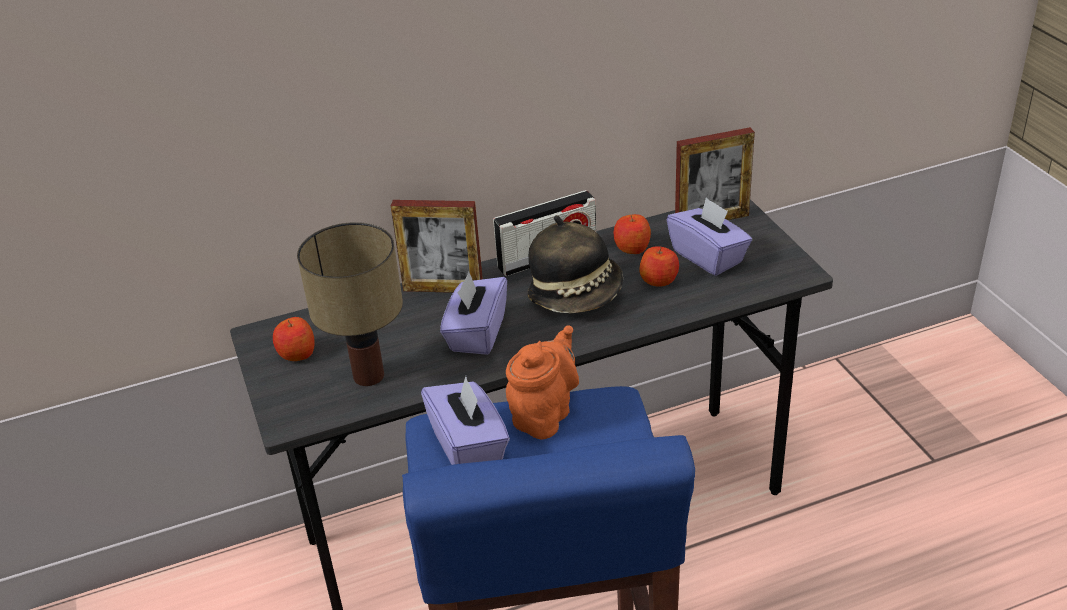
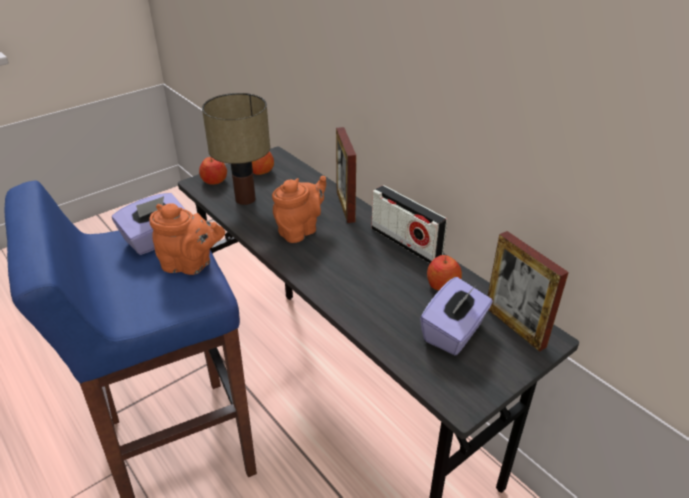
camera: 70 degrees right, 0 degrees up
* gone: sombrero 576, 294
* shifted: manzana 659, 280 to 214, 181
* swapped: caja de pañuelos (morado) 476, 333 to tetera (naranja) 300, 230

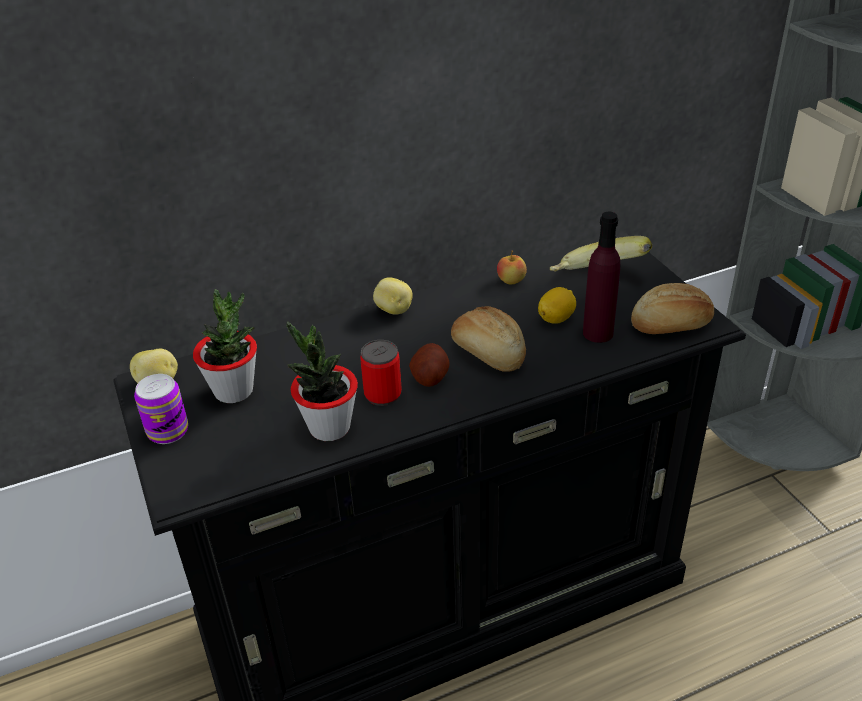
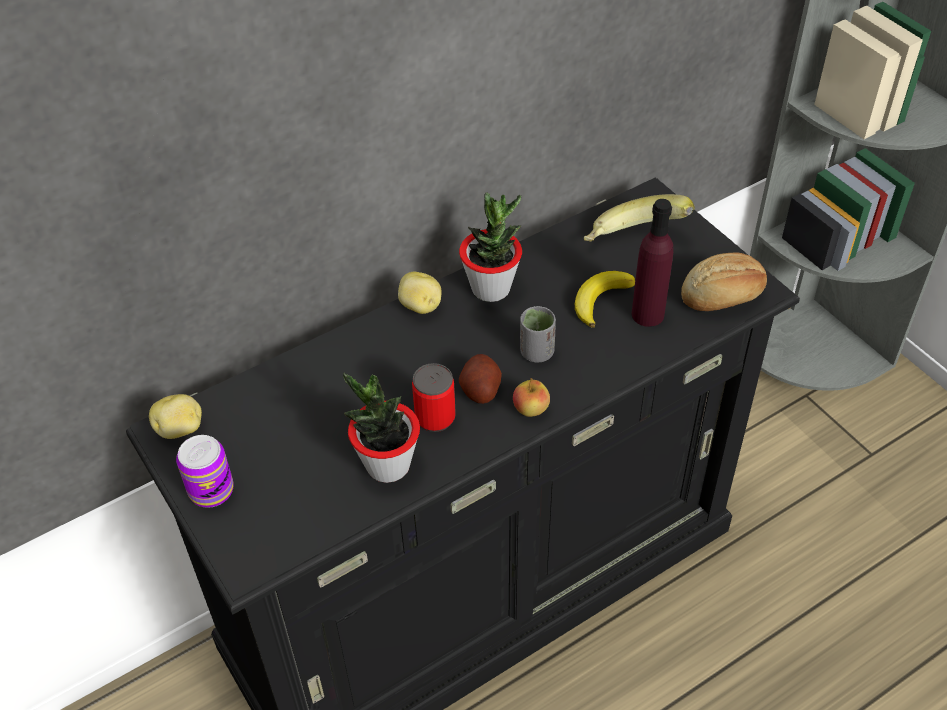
camera: 10 degrees left, 10 degrees up
* shifted: manzana 511, 281 to 530, 409
* swapped: limón 556, 318 to plátano 600, 299
* shifted: planta en maceta 234, 391 to 491, 288
* swapped: pan 488, 353 to taza (gris) 536, 352

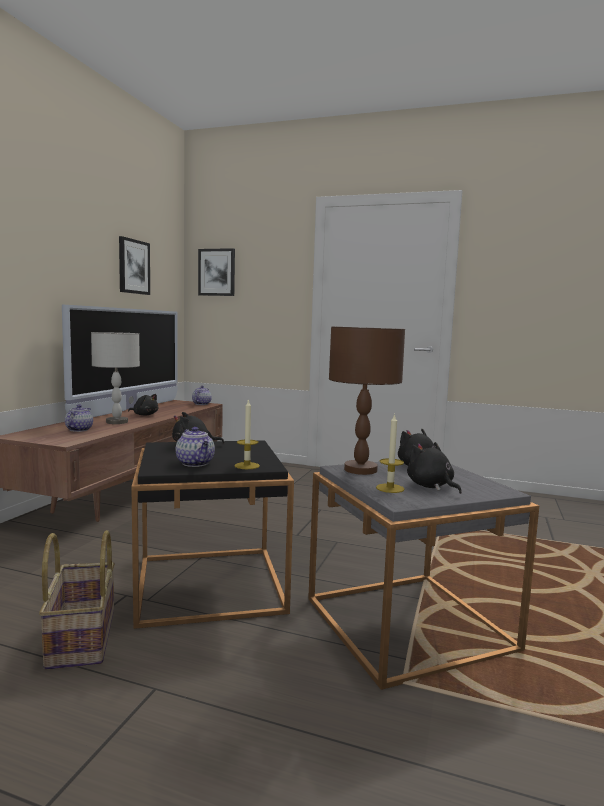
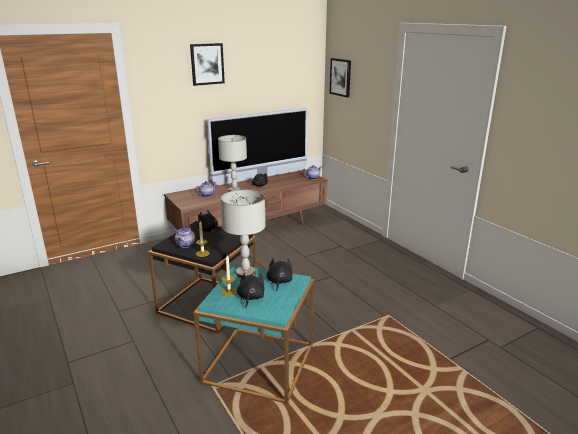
camera: 40 degrees right, 15 degrees up
* shifted: cuadro 133, 266 to 207, 64
* repainted: lámpara de mesa (marrón) 361, 470 to lámpara de mesa (gris) 246, 273
* repainted: mesa auxiliar (gris) 408, 623 to mesa auxiliar (turquesa) 259, 363
* gone: cesta 80, 638

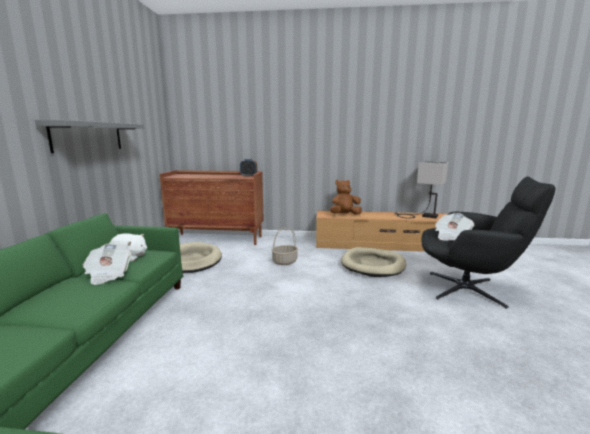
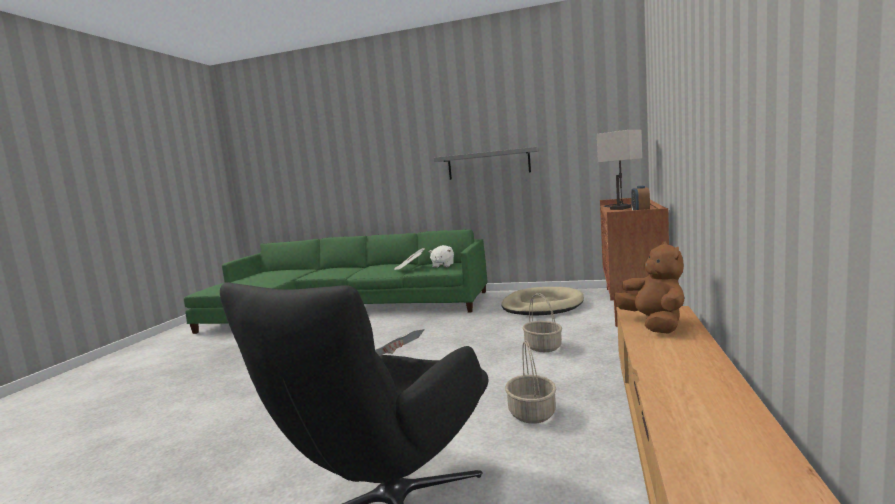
camera: 100 degrees right, 5 degrees down
* shifted: lámpara de mesa 419, 216 to 619, 207
* swapped: cama para perro (beis) 373, 265 to cesta 532, 413

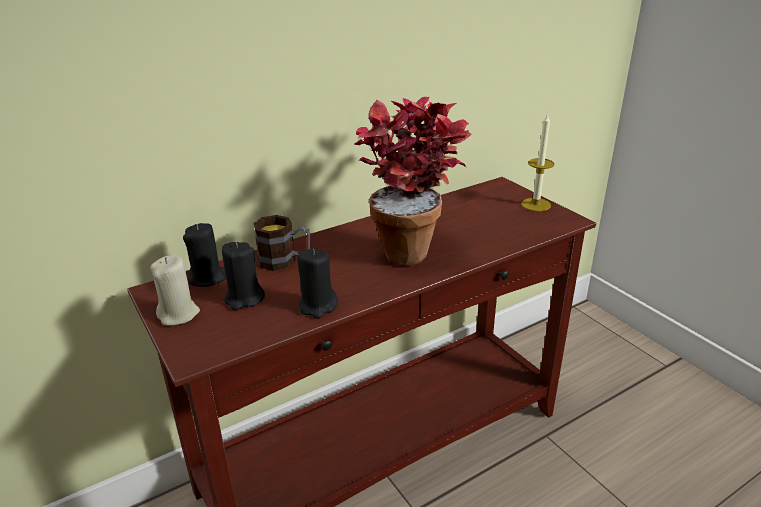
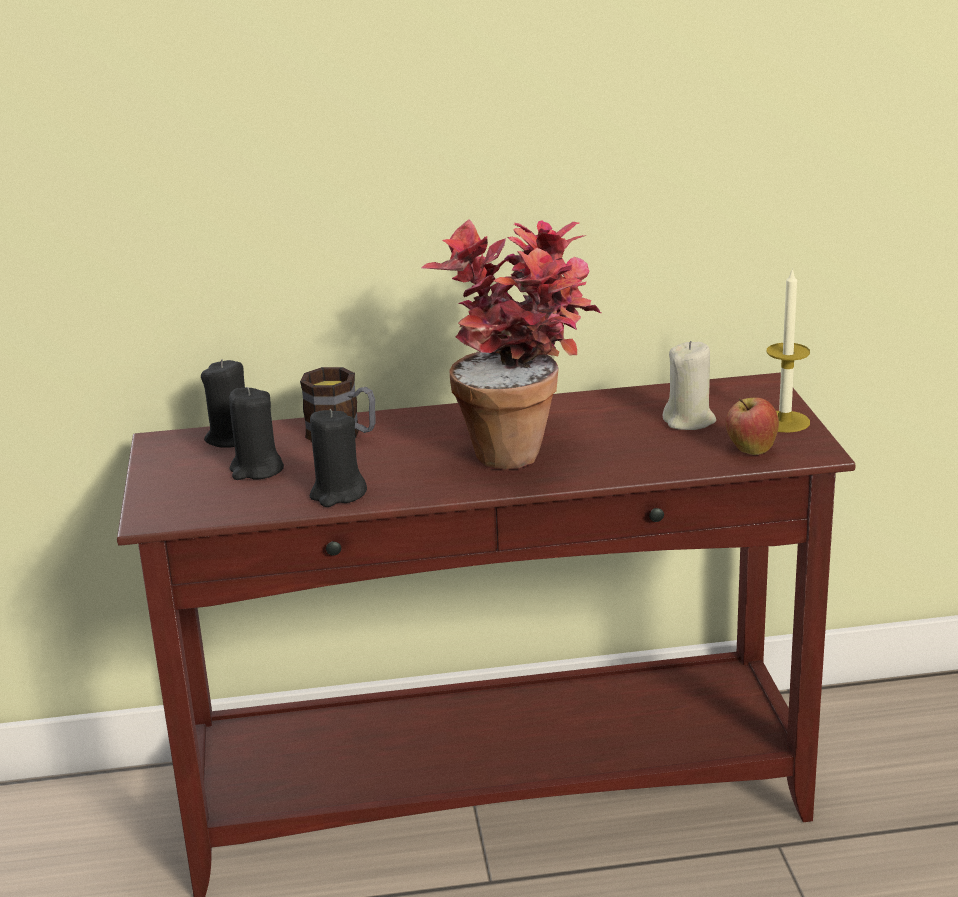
camera: 25 degrees right, 5 degrees down
* shifted: vela (beis) 179, 314 to 689, 421
* new: manzana 751, 450

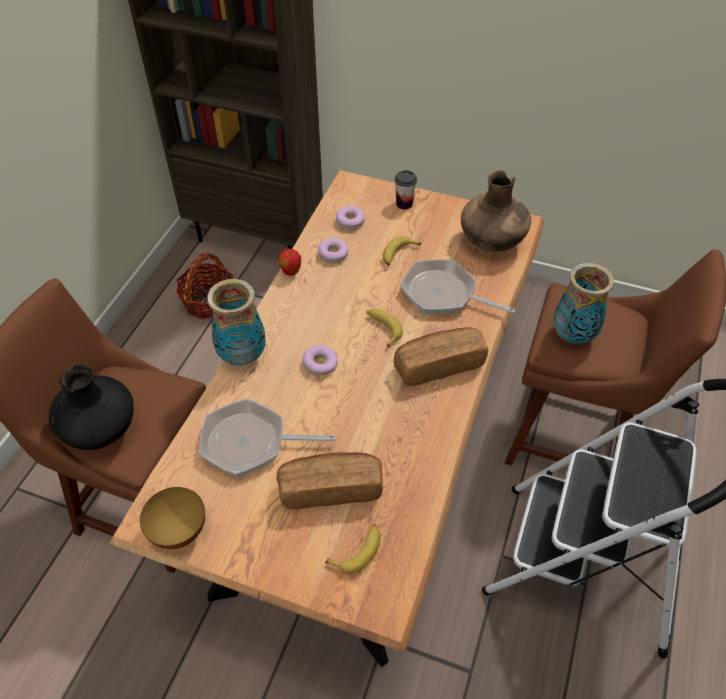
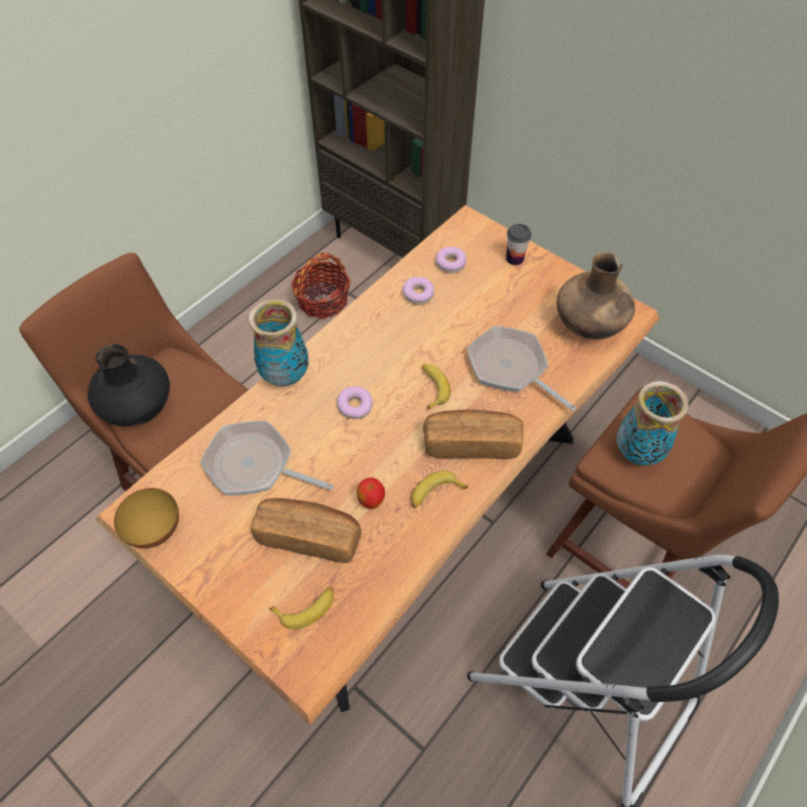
camera: 20 degrees right, 5 degrees up
* shifted: plátano 398, 254 to 435, 493
* shifted: manzana 291, 272 to 371, 502

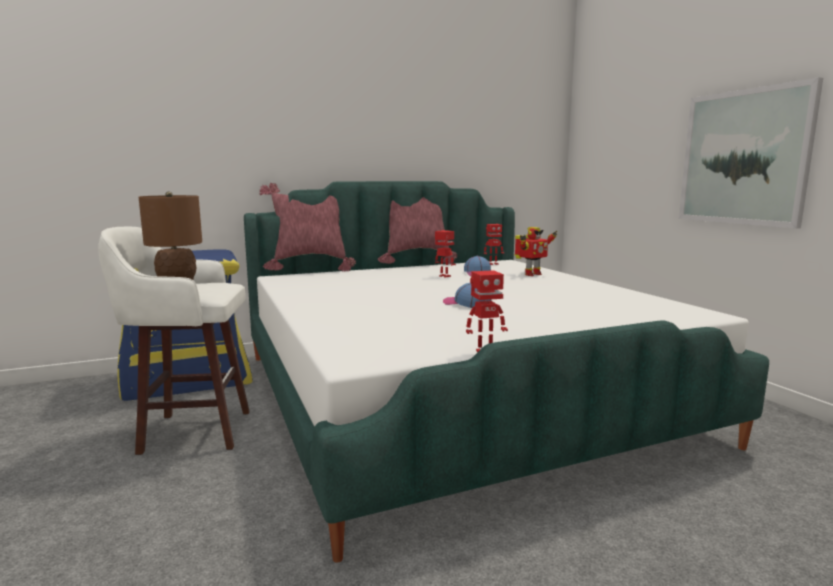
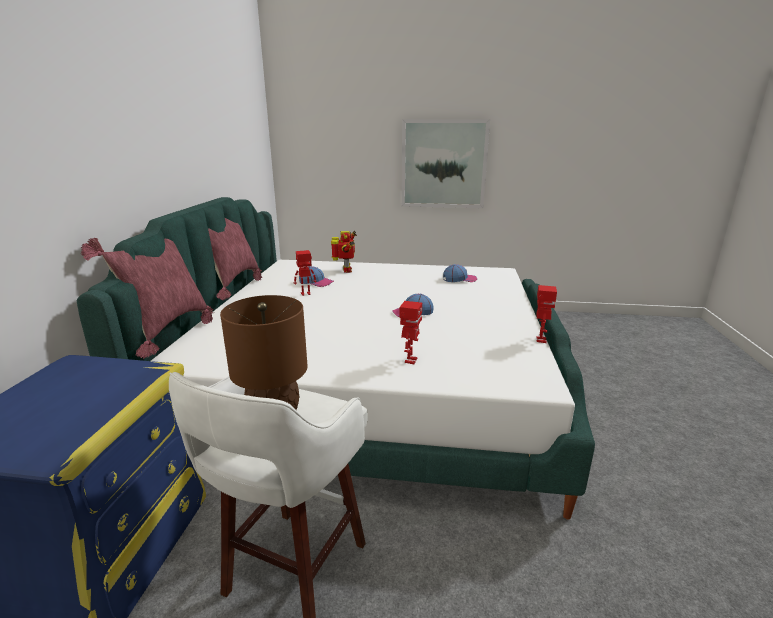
camera: 60 degrees left, 10 degrees up
* shifted: robot de juguete 493, 264 to 410, 360
* new: gorra 459, 279

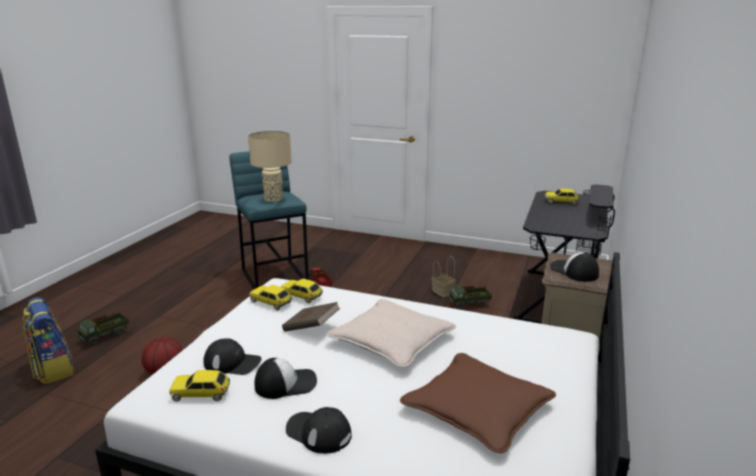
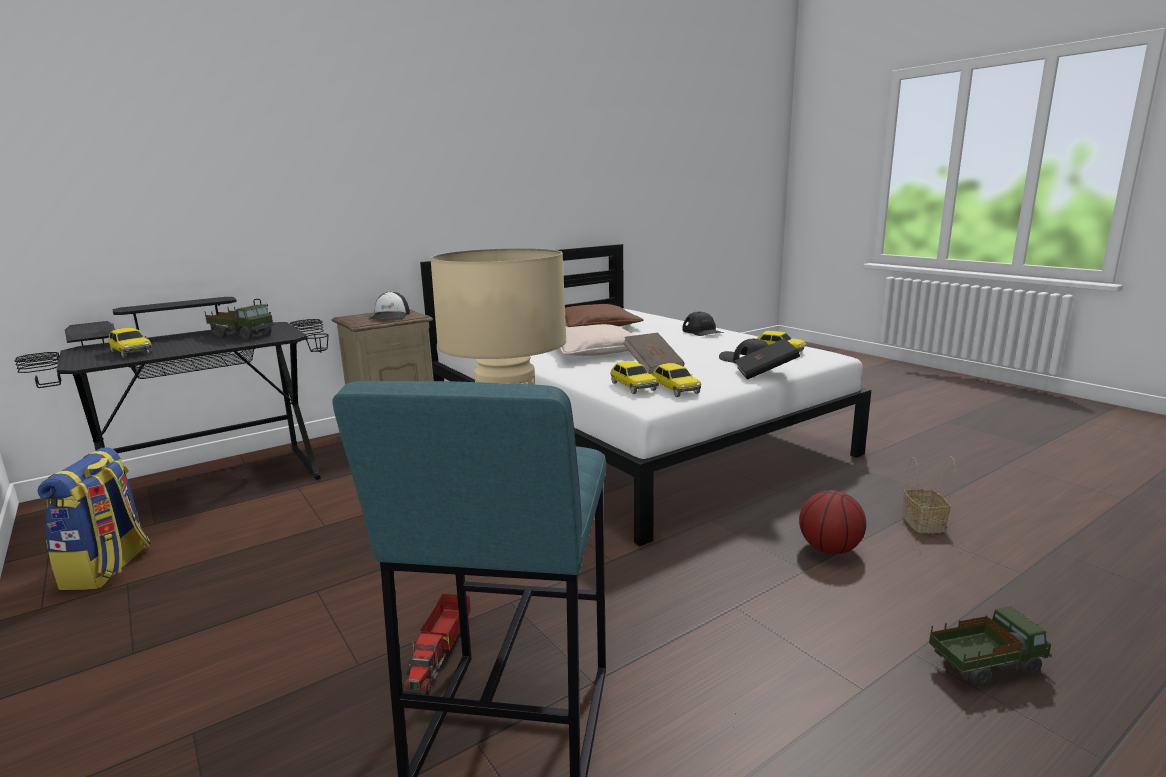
camera: 145 degrees left, 5 degrees down
* shifted: cesta 442, 292 to 924, 524
* shifted: camión de juguete 469, 304 to 243, 335
* shifted: mochila 53, 369 to 108, 568
* gone: gorra 286, 383
* new: libro (negro) 765, 373

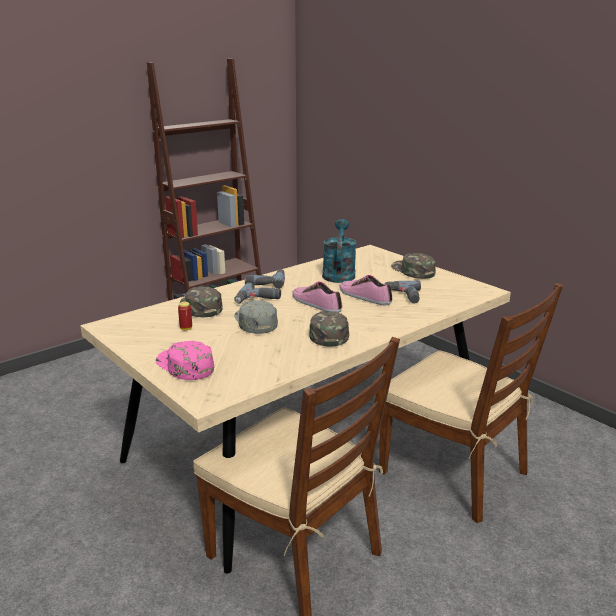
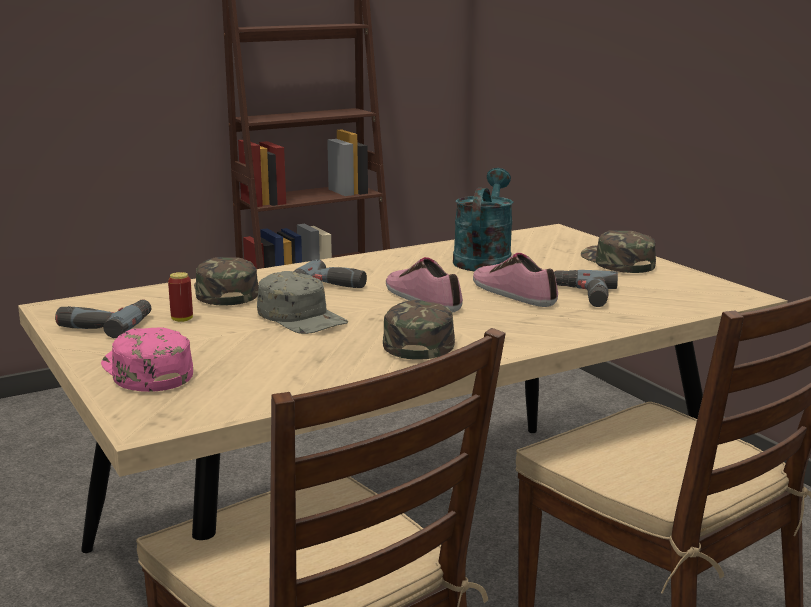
camera: 10 degrees right, 5 degrees down
* shifted: taladro 265, 282 to 104, 324
* rotated: gorra (gris) 254, 322 = 302, 317 150 degrees clockwise

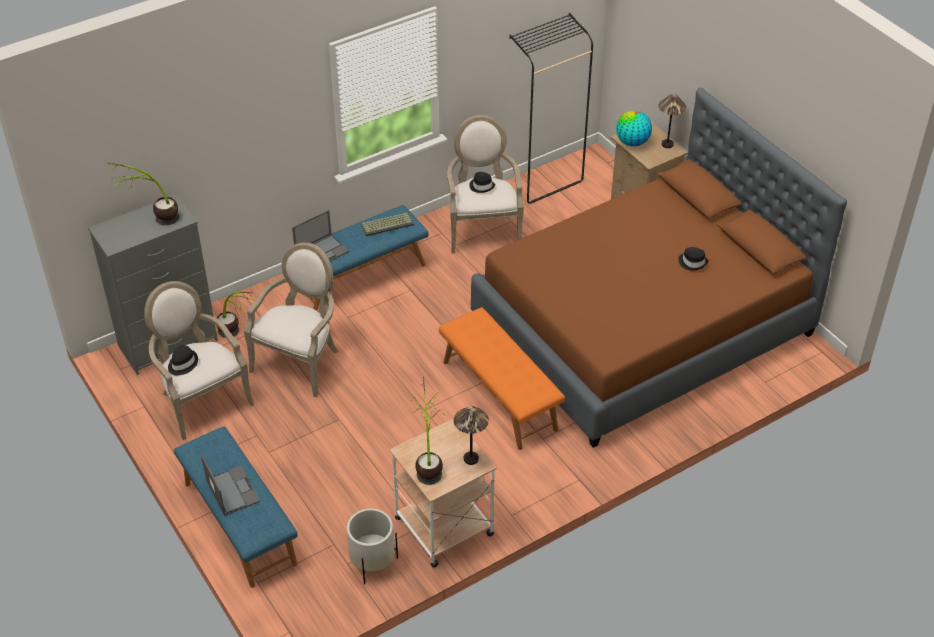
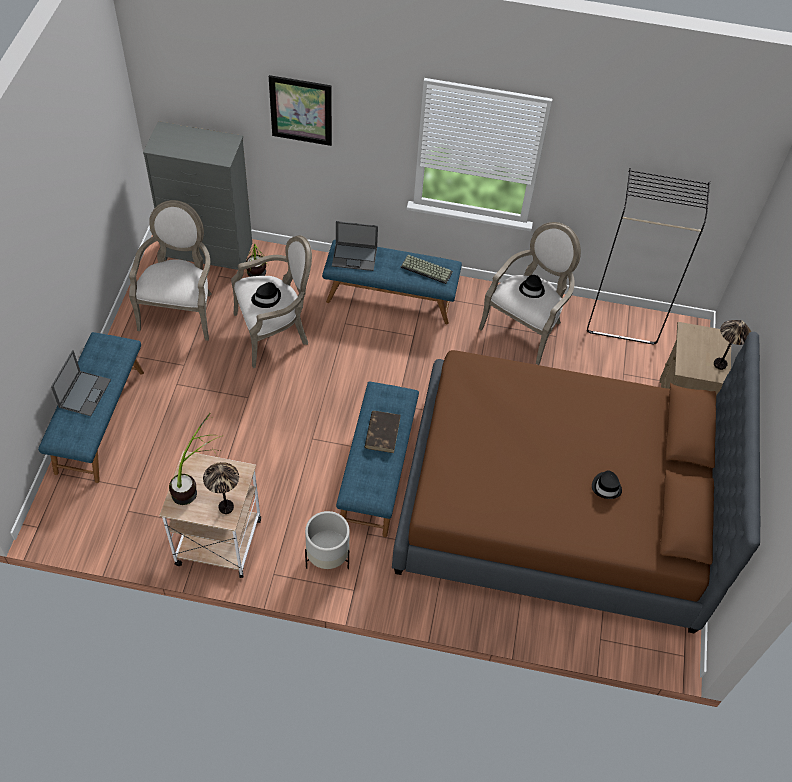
camera: 40 degrees right, 10 degrees up
* gone: globo terráqueo 632, 142
* gone: planta en maceta 152, 220
* repainted: banco (naranja) 500, 395 to banco (azul) 378, 472
* shifted: sombrero (negro) 182, 363 to 266, 298
* shifted: maceta (blanco) 372, 563 to 327, 557
* new: cuadro 301, 110
* new: libro (marrón) 382, 432

